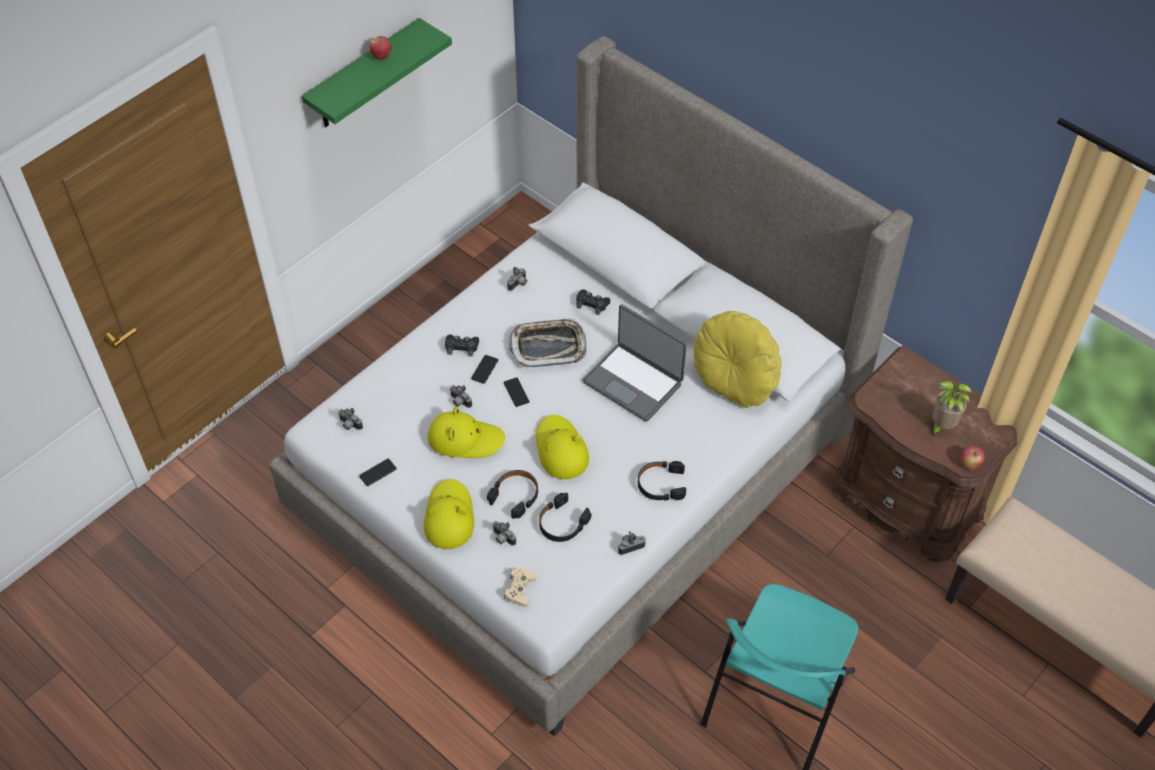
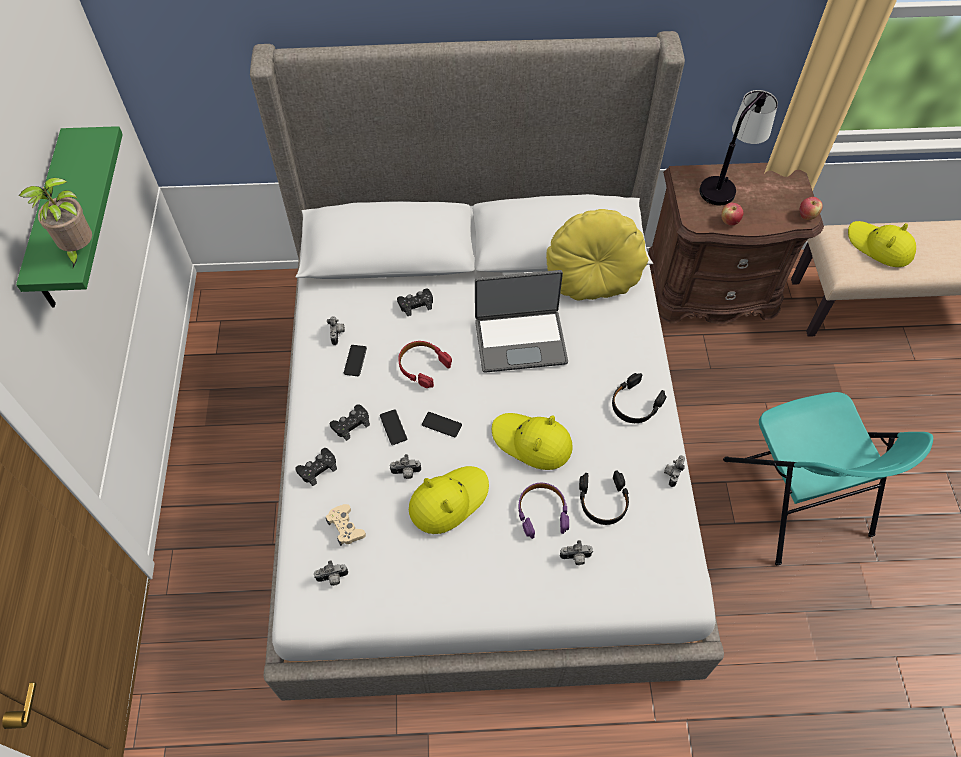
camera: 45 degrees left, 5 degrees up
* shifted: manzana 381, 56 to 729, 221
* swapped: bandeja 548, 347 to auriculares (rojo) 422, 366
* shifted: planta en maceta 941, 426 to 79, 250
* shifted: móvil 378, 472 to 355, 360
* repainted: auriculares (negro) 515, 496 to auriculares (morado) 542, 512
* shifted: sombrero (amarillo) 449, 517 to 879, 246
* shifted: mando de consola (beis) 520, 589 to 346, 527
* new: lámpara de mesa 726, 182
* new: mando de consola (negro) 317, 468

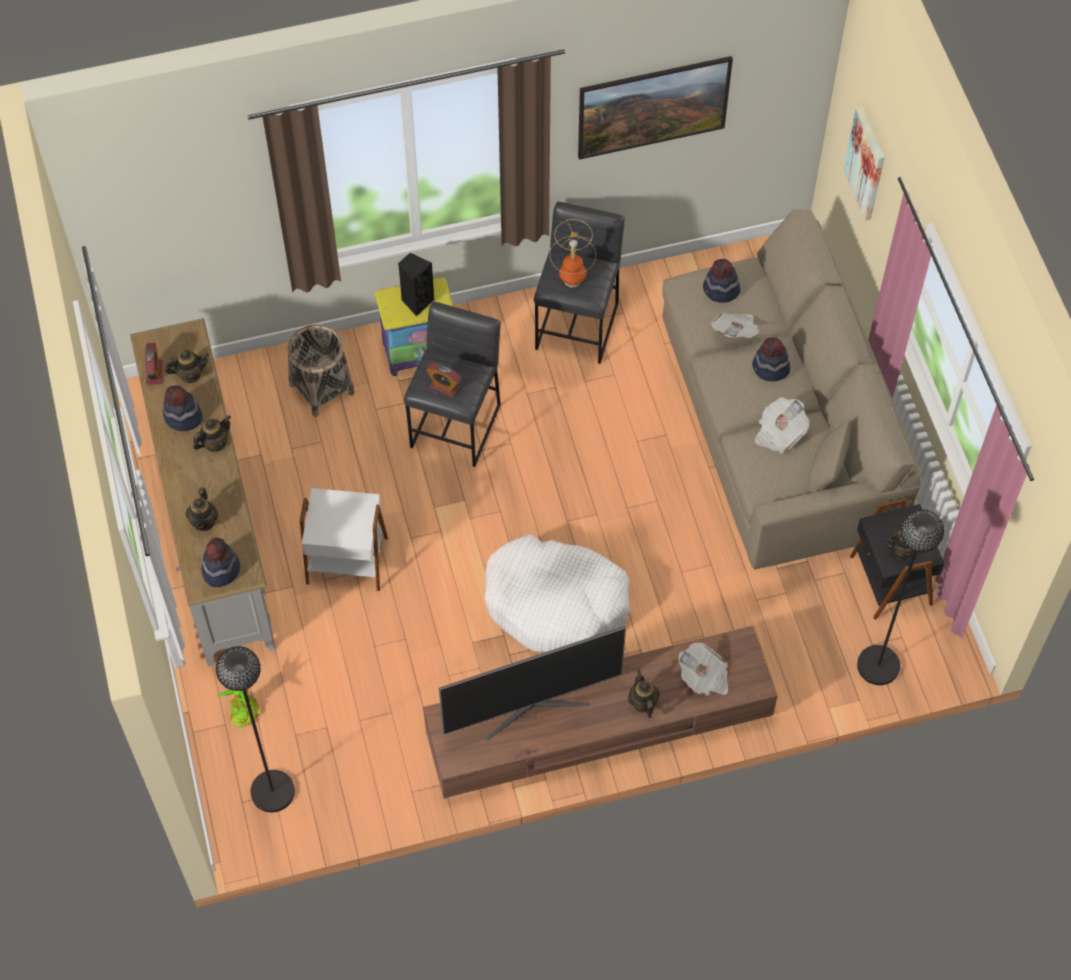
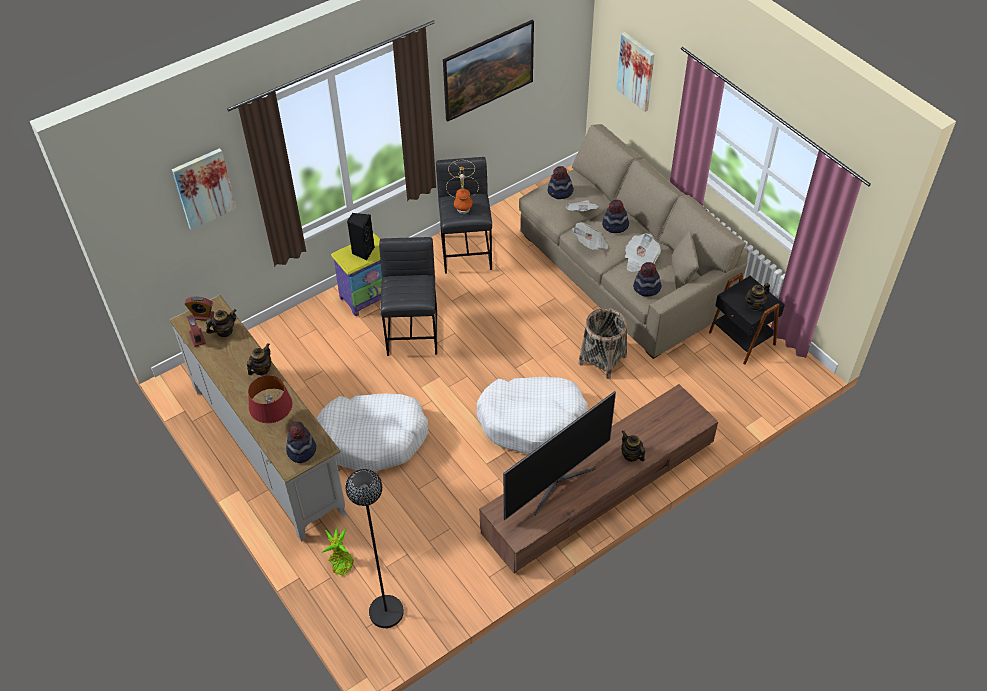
camera: 20 degrees left, 10 degrees down
* shifted: cesta 321, 388 to 602, 360
* shifted: despertador 444, 387 to 202, 316
* shifted: sombrero 183, 417 to 646, 288
* swapped: tetera 204, 521 to lámpara de mesa (rojo) 275, 422
* swapped: mesa auxiliar (blanco) 347, 558 to cama para perro (blanco) 373, 438
* gone: lámpara de pie (negro) 878, 666
* shifted: periódico 704, 677 to 590, 244
* new: cuadro 204, 188

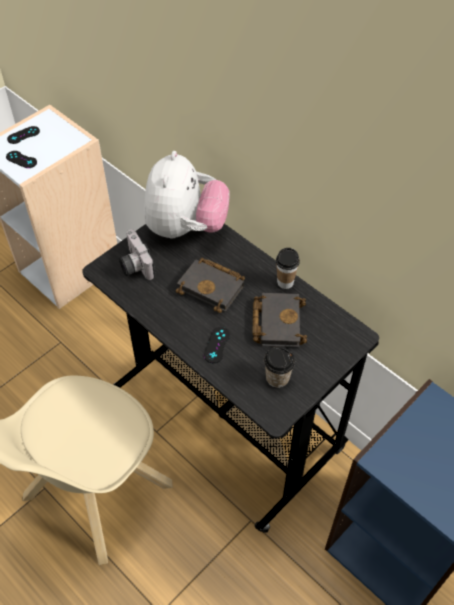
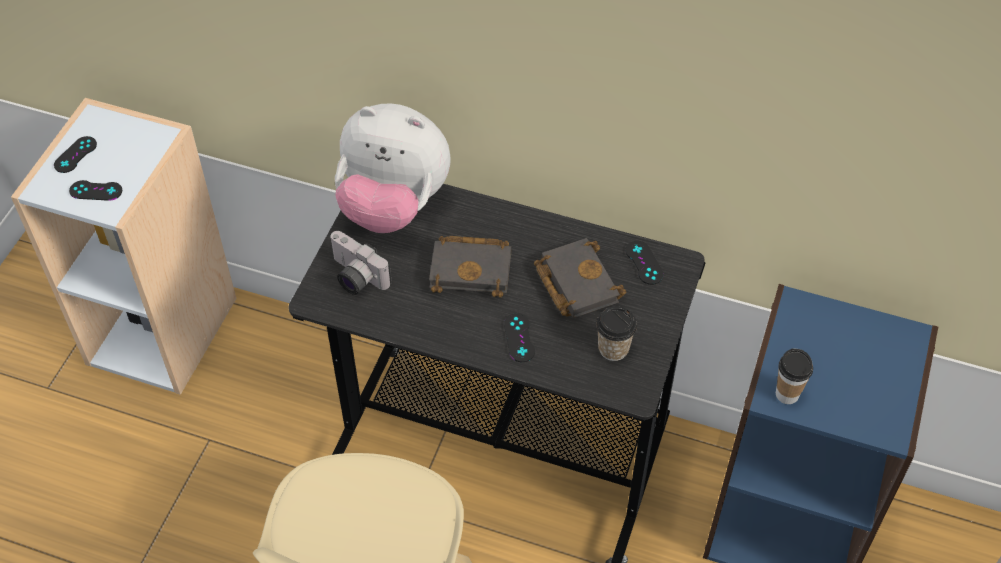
camera: 25 degrees left, 0 degrees up
* rotated: peluche 186, 228 = 393, 206 120 degrees clockwise
* shifted: taza 285, 282 to 787, 394
* new: mando de consola (negro) 644, 263

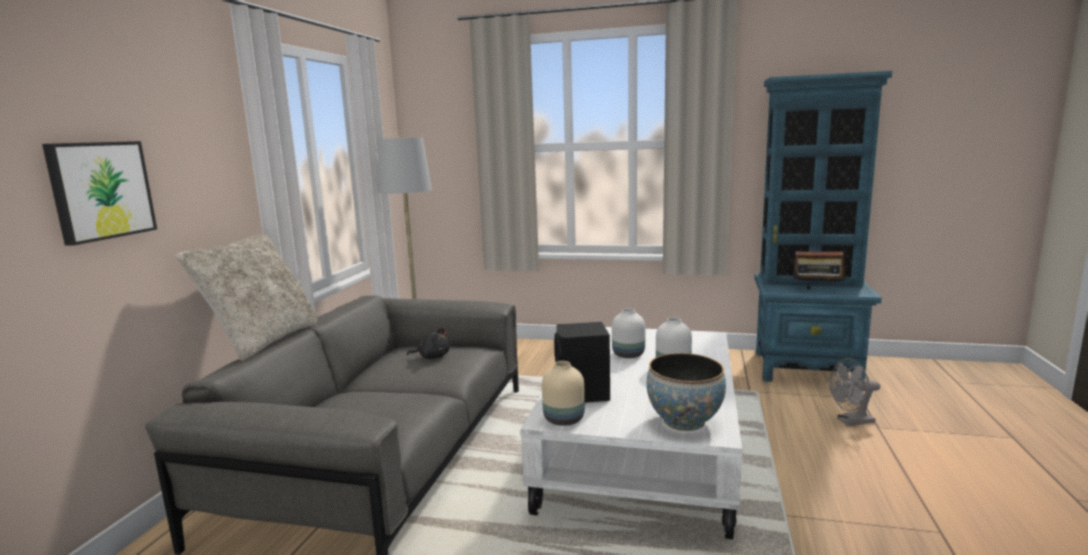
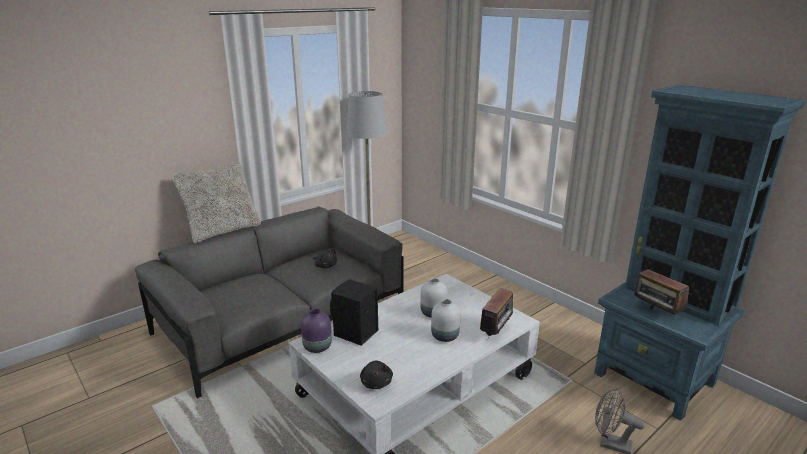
camera: 35 degrees right, 10 degrees up
* gone: cuadro 100, 190
* swapped: cuenco 684, 421 to peluche (negro) 376, 383
* repainted: florero (beis) 562, 419 to florero (morado) 317, 346
* new: radio 496, 332

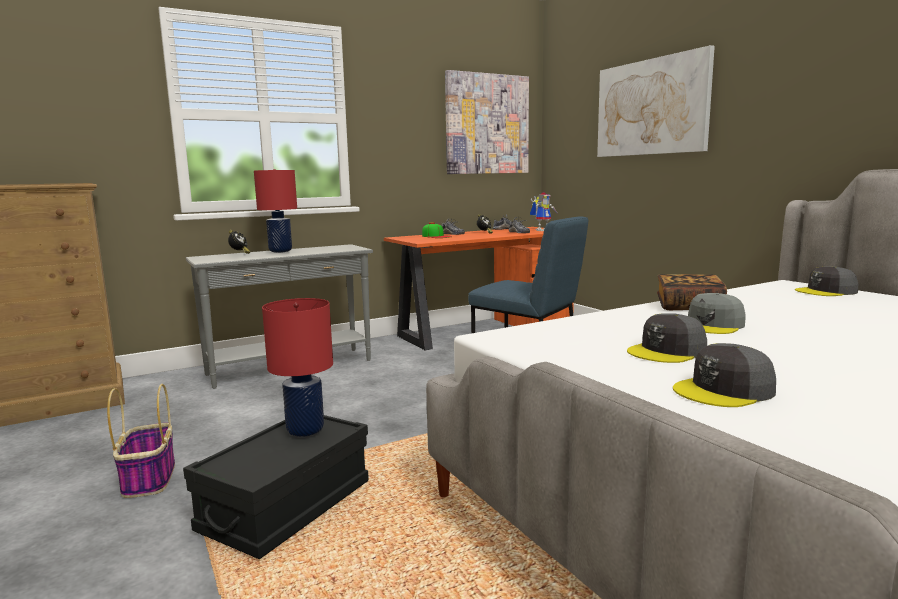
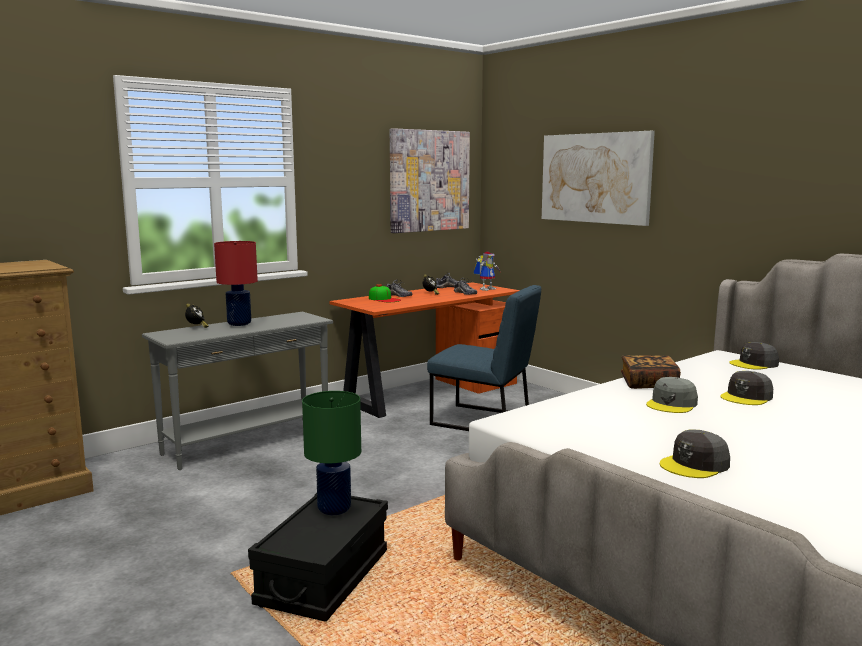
camera: 10 degrees left, 0 degrees up
* repainted: lámpara de mesa (rojo) 305, 432 to lámpara de mesa (verde) 334, 510
* shifted: gorra (gris) 667, 351 to 747, 397
* gone: cesta 149, 478

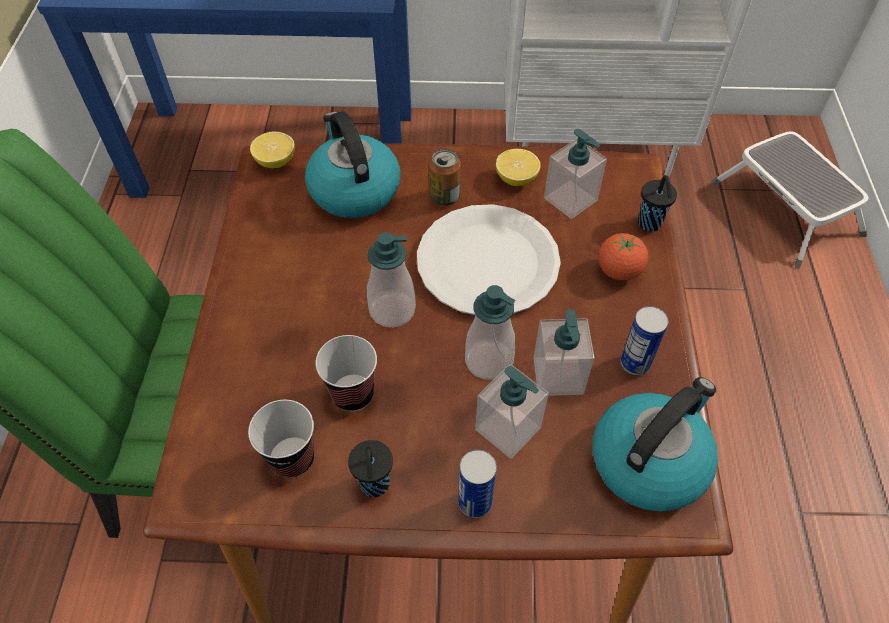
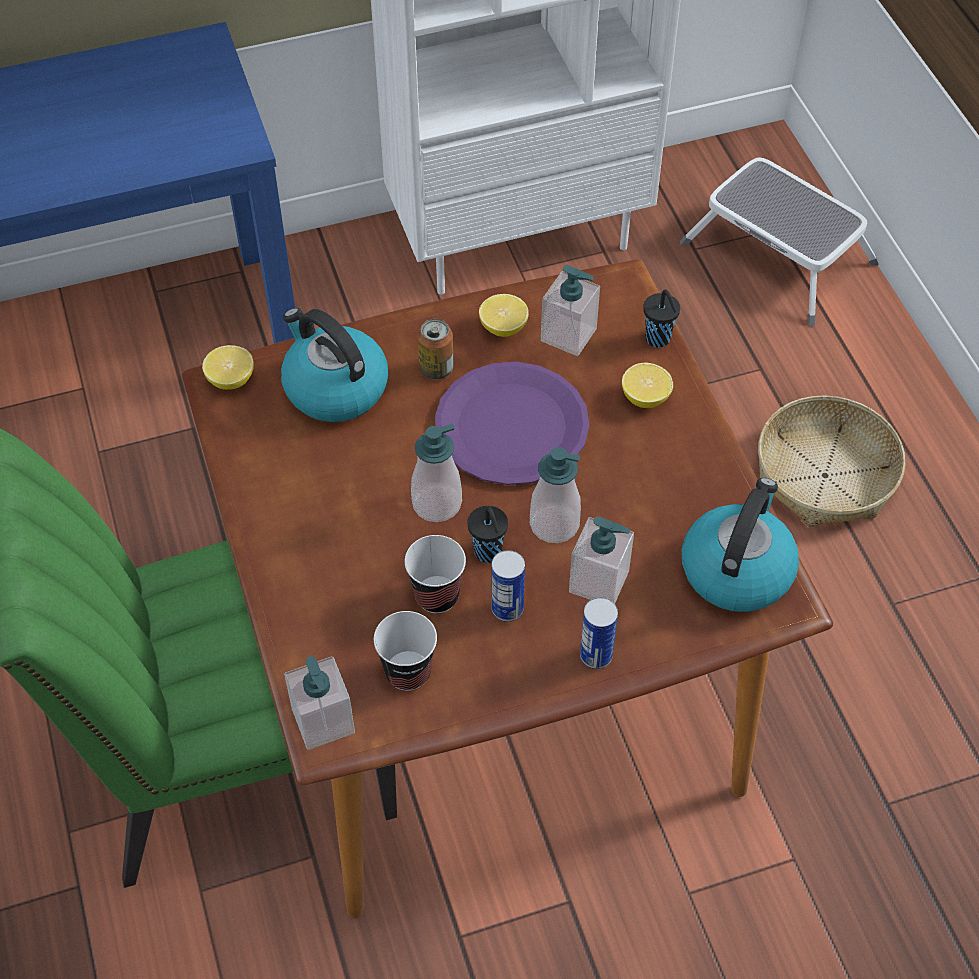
camera: 20 degrees left, 0 degrees up
* repainted: plato (blanco) 488, 262 to plato (morado) 512, 426
* swapped: tomate 619, 270 to limón 645, 397
* shifted: lata 635, 364 to 507, 609
* shifted: dispensador de jabón 558, 376 to 323, 721
* shifted: taza (negro) 374, 486 to 488, 553
* new: cesta 825, 475

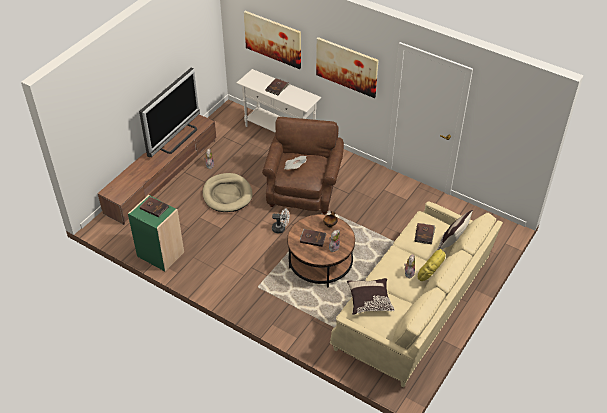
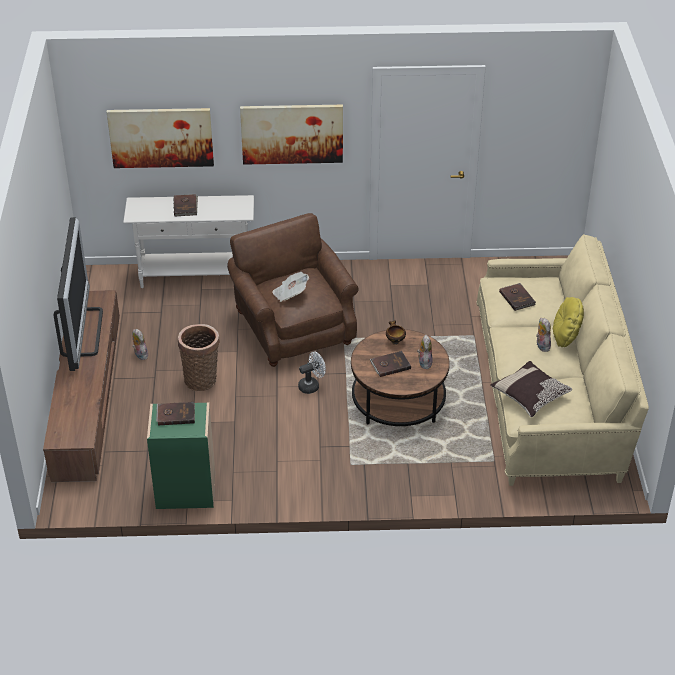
camera: 35 degrees left, 5 degrees down
* swapped: cama para perro (beis) 227, 194 to cesta 201, 379
* gone: cojín 452, 243

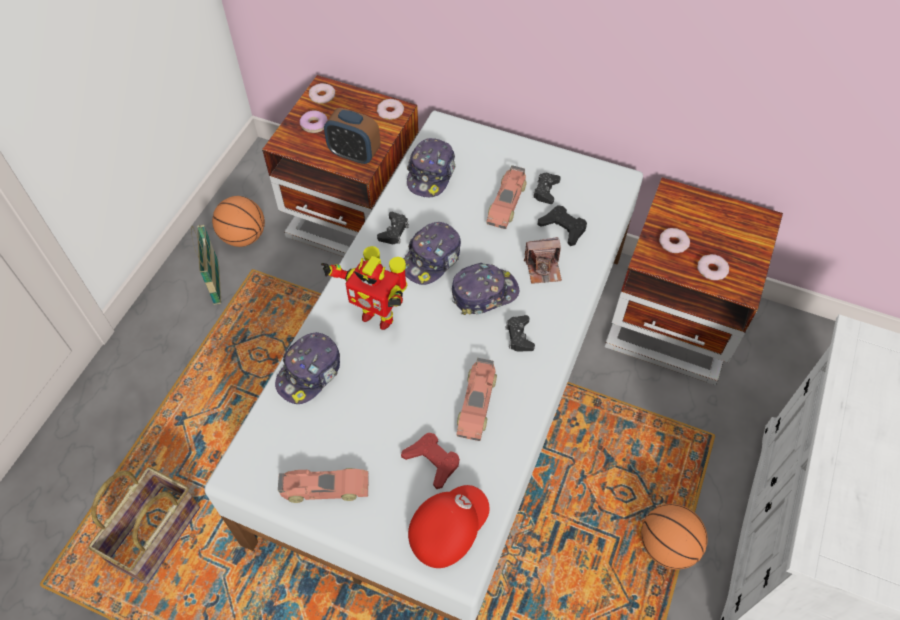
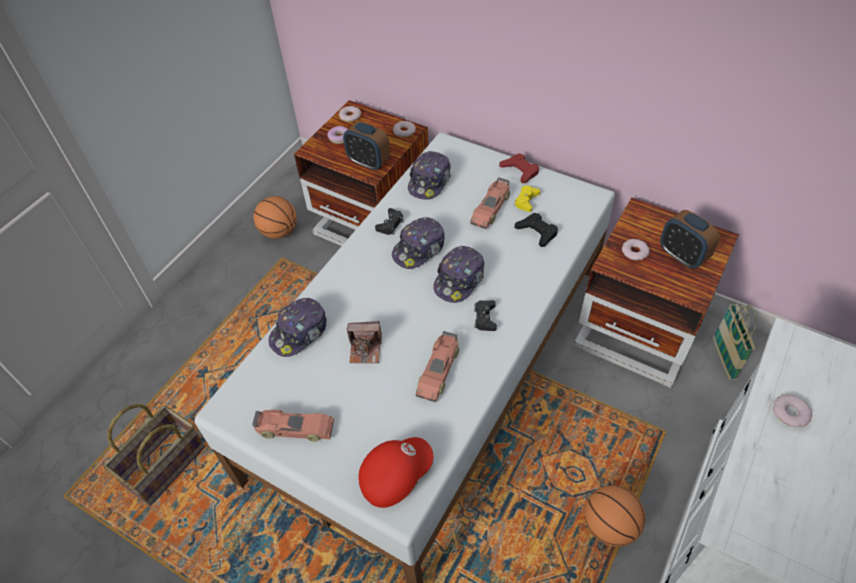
camera: 10 degrees right, 5 degrees down
* repainted: mando de consola (negro) 545, 191 to mando de consola (amarillo) 526, 201
* shifted: cesta 216, 283 to 723, 359
* shifted: cámara 543, 268 to 365, 349
* gone: robot de juguete 377, 315
* shifted: rosquilla 712, 269 to 790, 413
* rotated: gorra 484, 293 = 459, 280 135 degrees clockwise
* shifted: mando de consola (rojo) 432, 461 to 520, 171
* new: despertador 682, 256

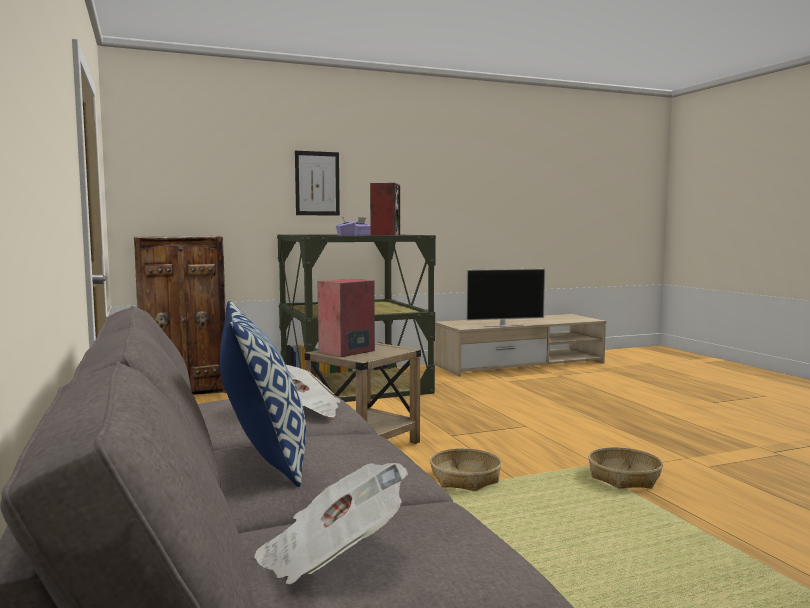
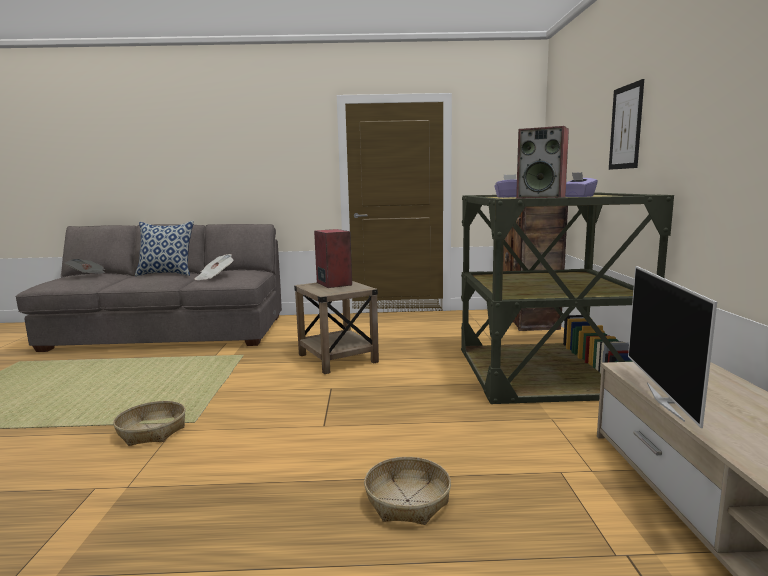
camera: 110 degrees right, 5 degrees up
* shifted: cesta 465, 479 to 407, 501

